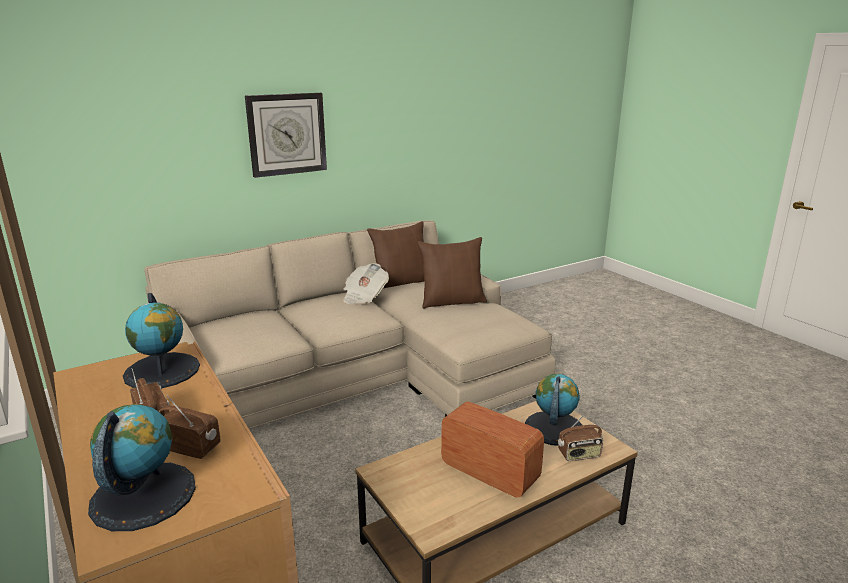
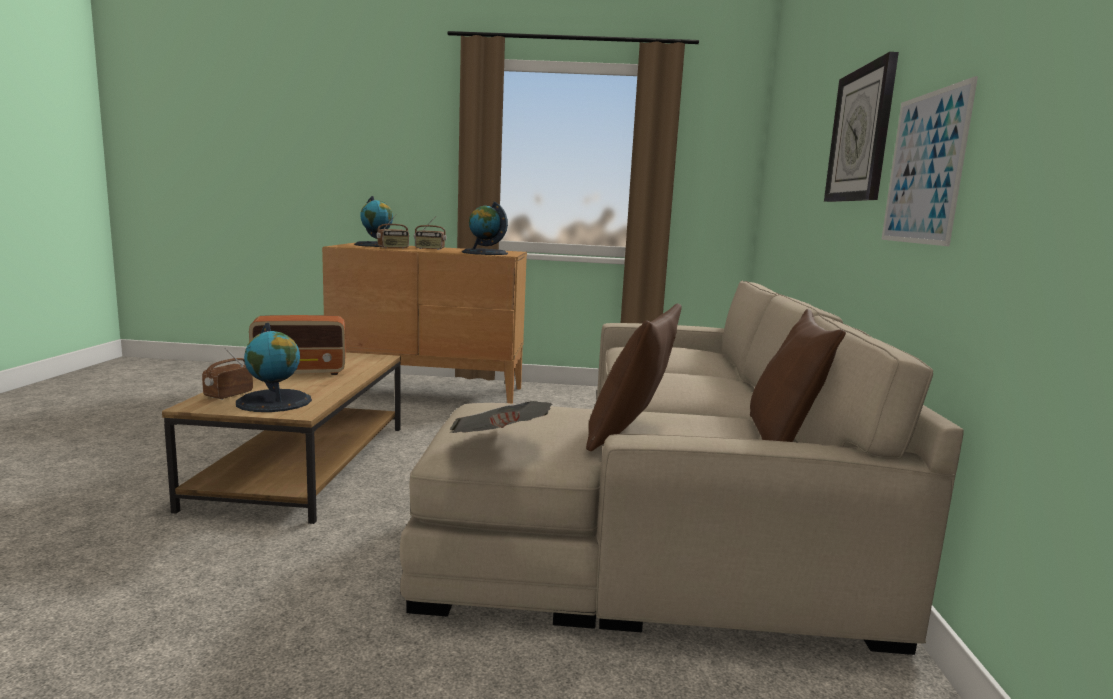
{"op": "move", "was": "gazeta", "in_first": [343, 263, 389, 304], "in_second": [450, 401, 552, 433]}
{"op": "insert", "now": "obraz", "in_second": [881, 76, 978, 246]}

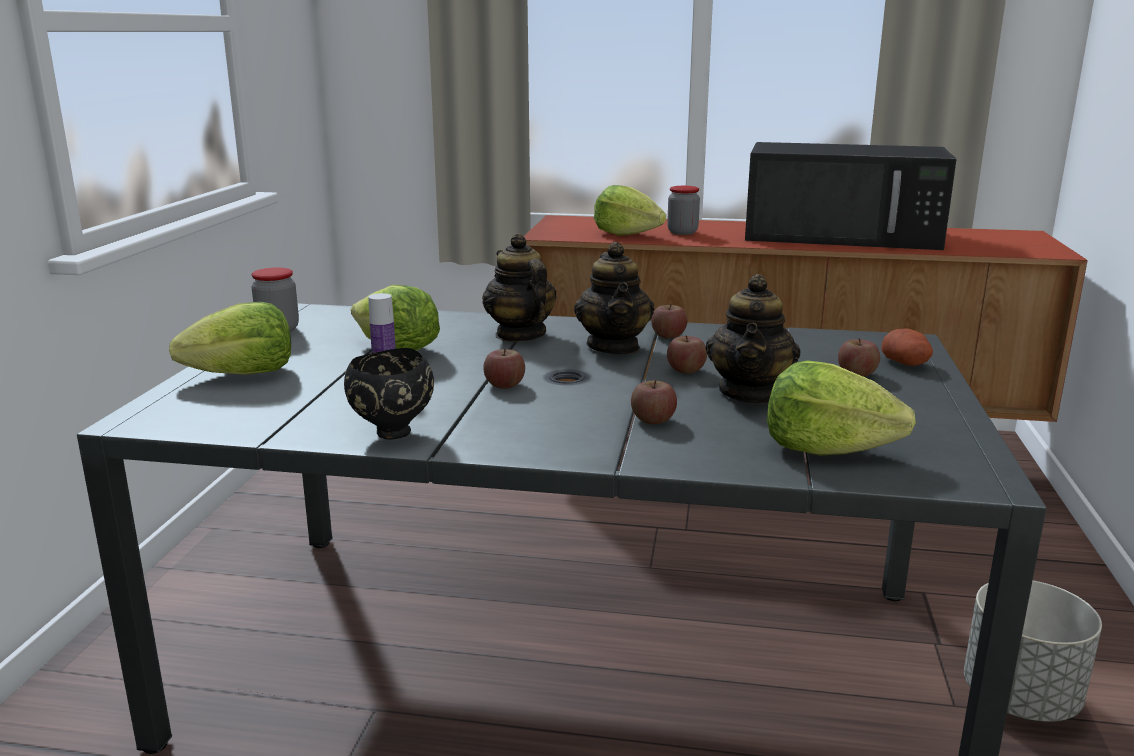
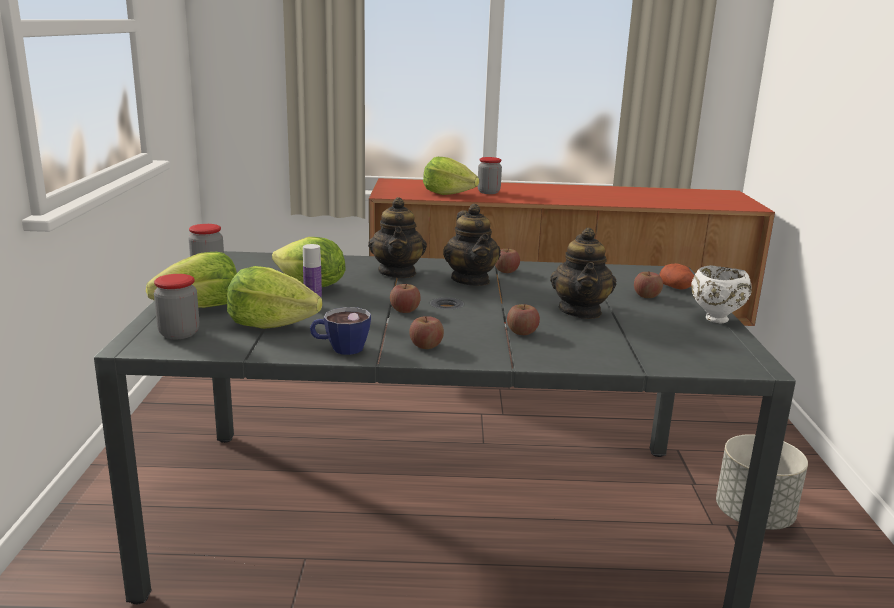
{"op": "insert", "now": "słoik", "in_second": [154, 274, 199, 339]}
{"op": "move", "was": "sałata", "in_first": [767, 360, 916, 456], "in_second": [227, 266, 322, 329]}
{"op": "replace", "was": "miska (czarny)", "now": "filiżanka", "in_first": [344, 348, 434, 440], "in_second": [310, 307, 371, 355]}
{"op": "rotate", "was": "imbryk", "in_first": [482, 233, 557, 342], "in_second": [368, 197, 427, 278], "clockwise": -150}
{"op": "move", "was": "jabłko", "in_first": [667, 335, 707, 374], "in_second": [409, 316, 444, 349]}
{"op": "insert", "now": "miska (biały)", "in_second": [691, 265, 752, 323]}
{"op": "delete", "was": "mikrofalówka (czarny)", "in_first": [745, 142, 956, 250]}

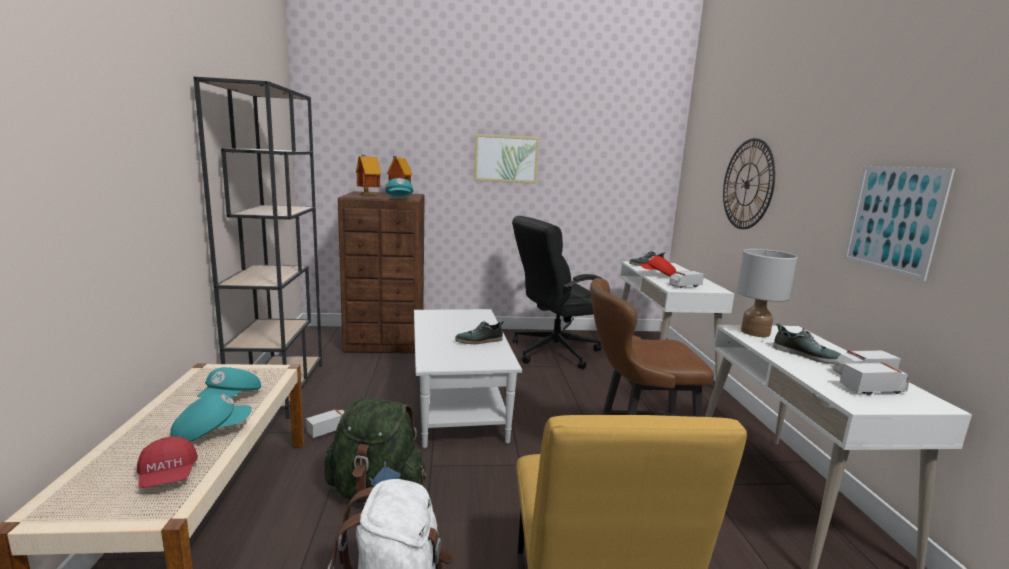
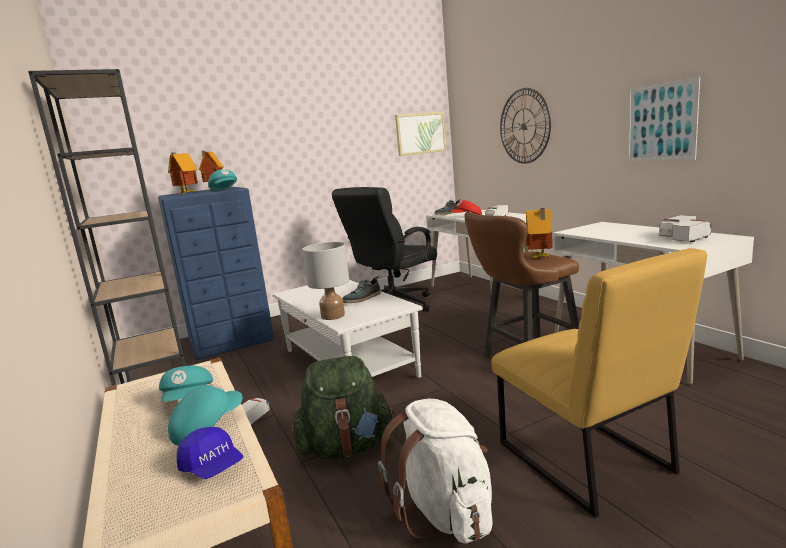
{"op": "recolor", "was": "komoda (brązowy)", "now": "komoda (niebieski)", "in_first": [338, 191, 425, 353], "in_second": [158, 187, 274, 360]}
{"op": "recolor", "was": "czapka z daszkiem (czerwony)", "now": "czapka z daszkiem (niebieski)", "in_first": [137, 436, 198, 488], "in_second": [177, 427, 244, 479]}
{"op": "move", "was": "lampa stołowa (szary)", "in_first": [737, 249, 798, 337], "in_second": [302, 242, 349, 320]}
{"op": "move", "was": "obraz", "in_first": [474, 134, 539, 184], "in_second": [395, 112, 446, 156]}
{"op": "insert", "now": "domek", "in_second": [526, 208, 553, 258]}
{"op": "delete", "was": "but", "in_first": [773, 323, 841, 364]}

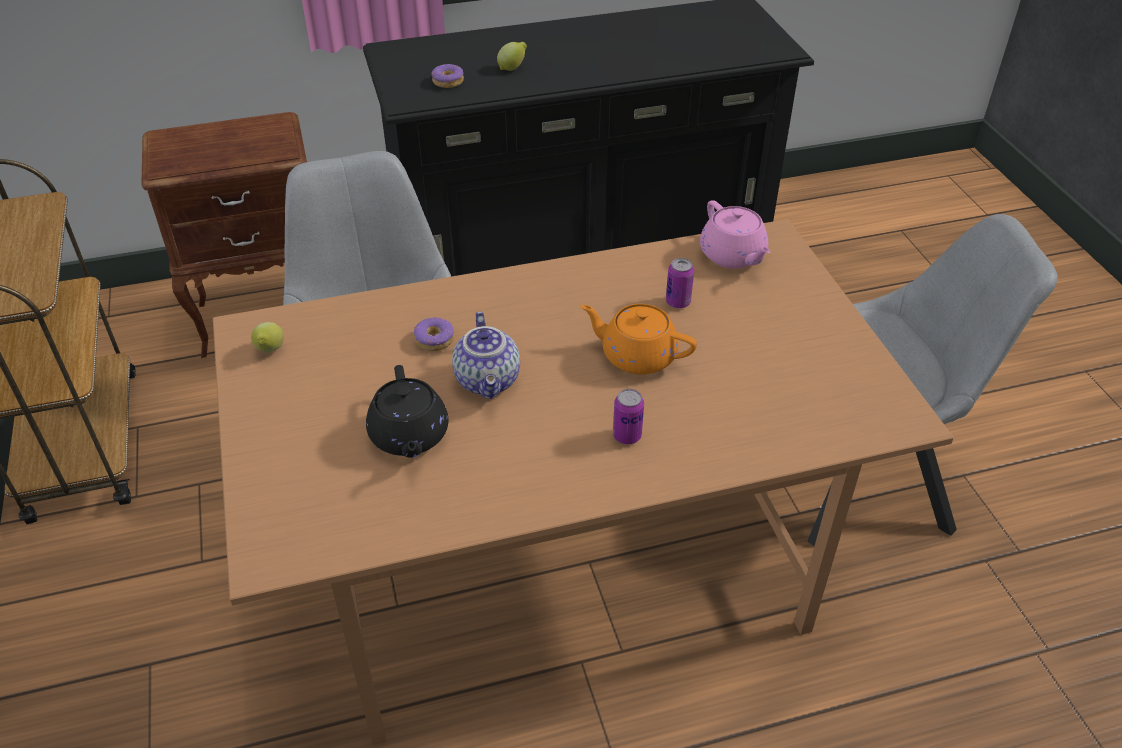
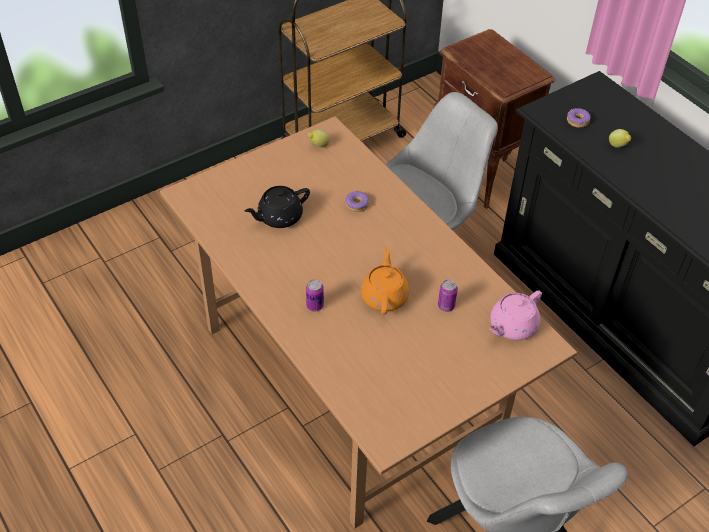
{"op": "delete", "was": "imbryk", "in_first": [452, 312, 520, 399]}

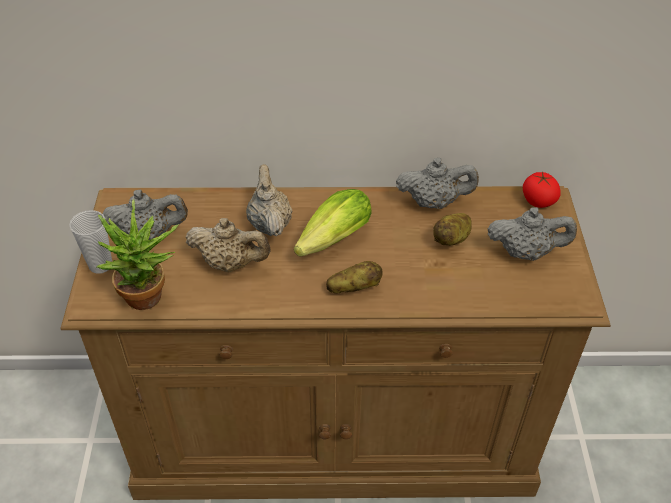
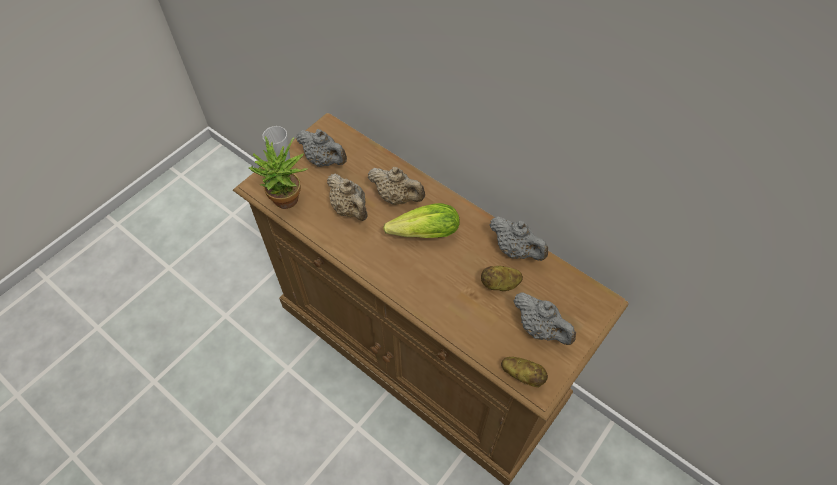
{"op": "rotate", "was": "imbryk (beżowy)", "in_first": [246, 164, 292, 236], "in_second": [368, 167, 425, 205], "clockwise": 90}
{"op": "move", "was": "ziemniak", "in_first": [326, 261, 383, 294], "in_second": [501, 357, 548, 387]}
{"op": "delete", "was": "pomidor", "in_first": [523, 172, 561, 208]}

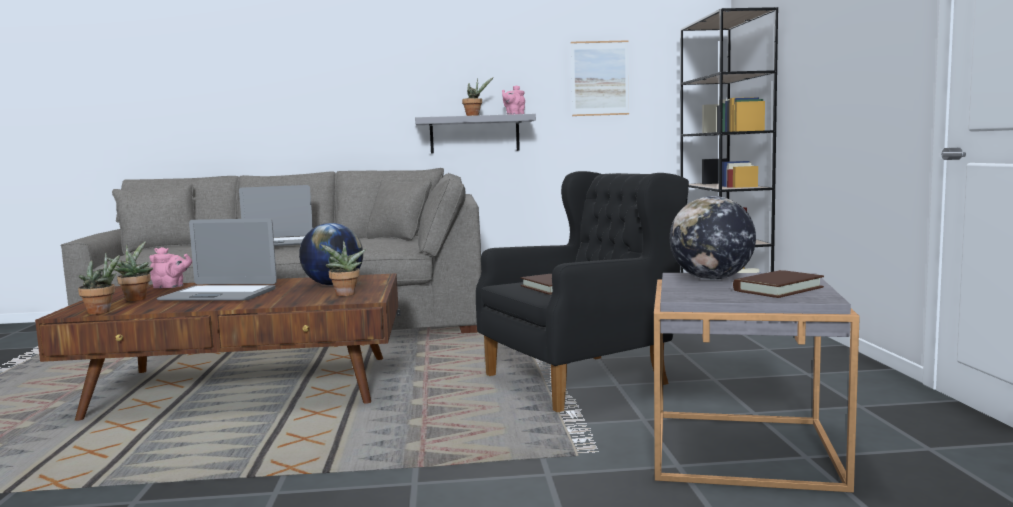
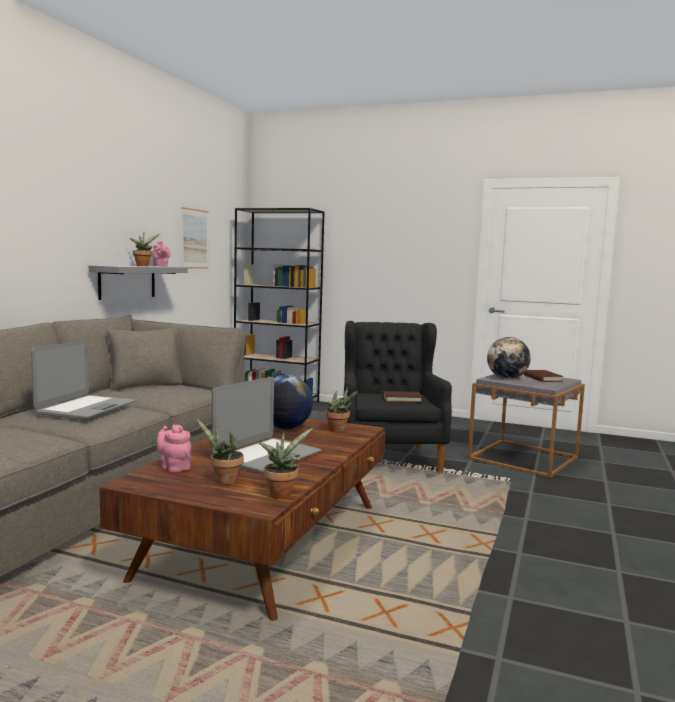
{"op": "rotate", "was": "imbryk (różowy)", "in_first": [150, 247, 192, 288], "in_second": [157, 424, 192, 472], "clockwise": -75}

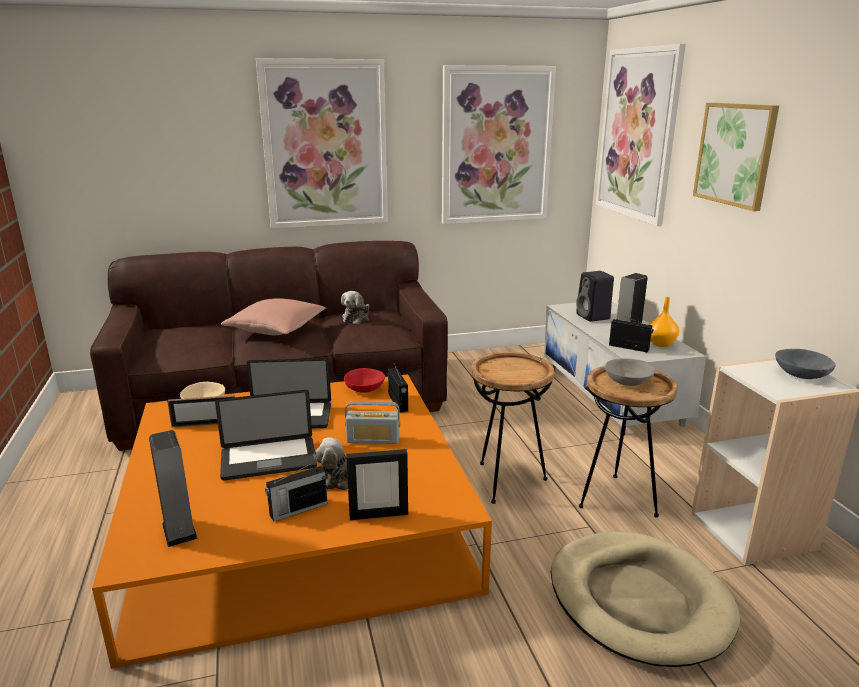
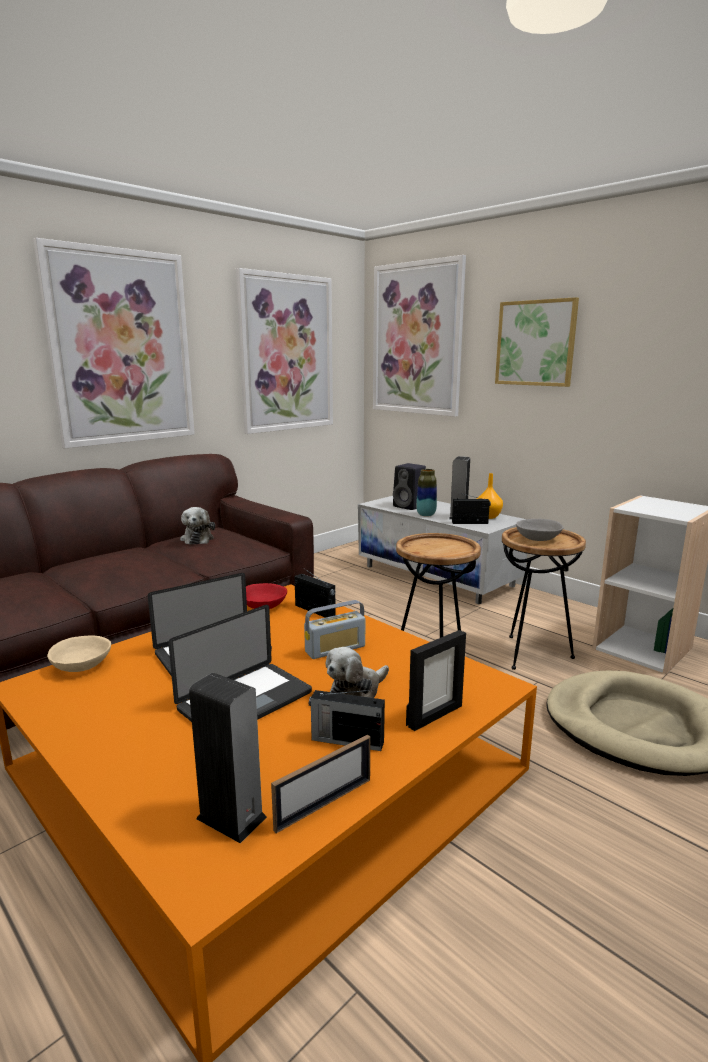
{"op": "move", "was": "ramka na zdjęcie", "in_first": [167, 395, 235, 427], "in_second": [271, 734, 370, 833]}
{"op": "rotate", "was": "radio", "in_first": [265, 462, 327, 522], "in_second": [309, 690, 385, 751], "clockwise": 75}
{"op": "insert", "now": "wazon", "in_second": [416, 469, 437, 516]}
{"op": "delete", "was": "poduszka (różowy)", "in_first": [221, 298, 326, 335]}
{"op": "delete", "was": "miska (szary)", "in_first": [775, 349, 836, 379]}

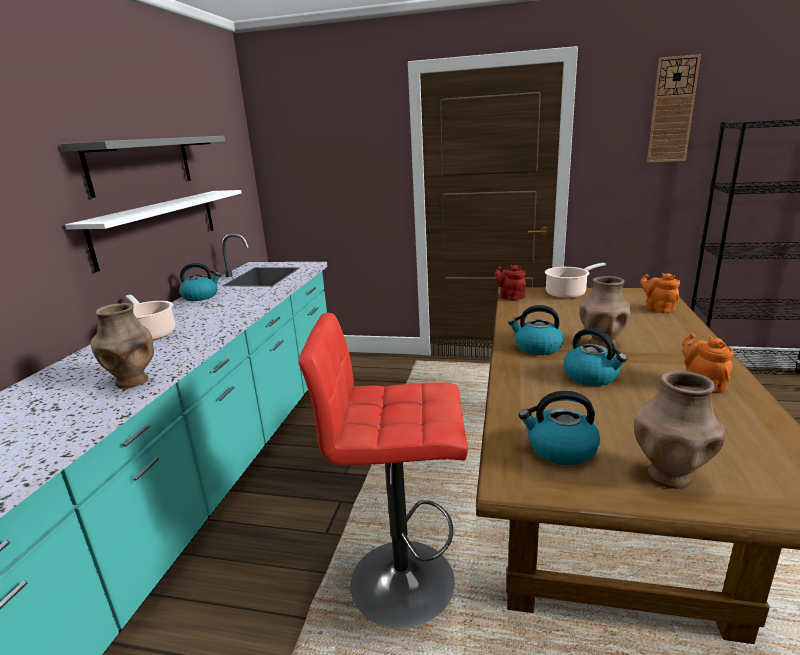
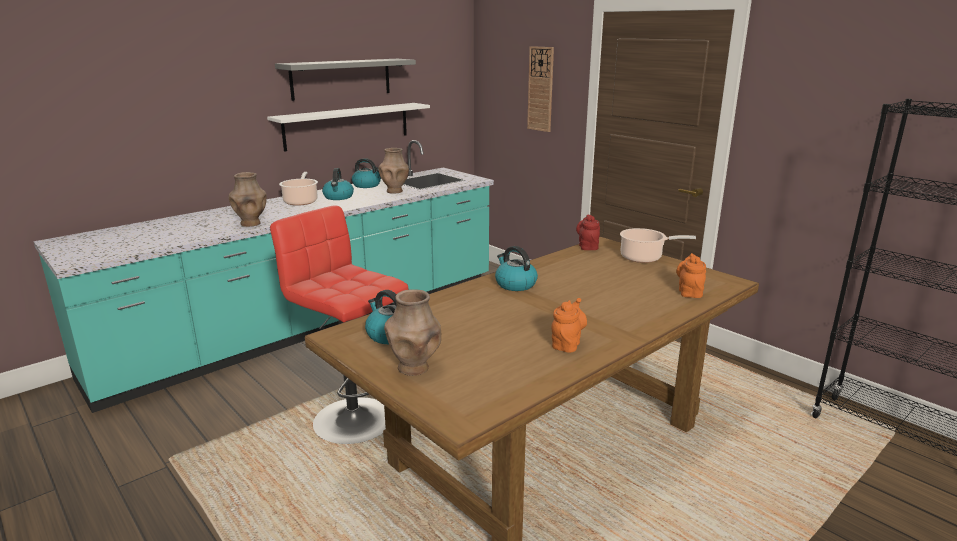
{"op": "move", "was": "czajnik", "in_first": [564, 328, 627, 386], "in_second": [322, 168, 354, 200]}
{"op": "move", "was": "wazon (brązowy)", "in_first": [579, 276, 631, 349], "in_second": [379, 148, 409, 194]}
{"op": "move", "was": "zegar ścienny", "in_first": [647, 54, 701, 163], "in_second": [527, 46, 554, 132]}

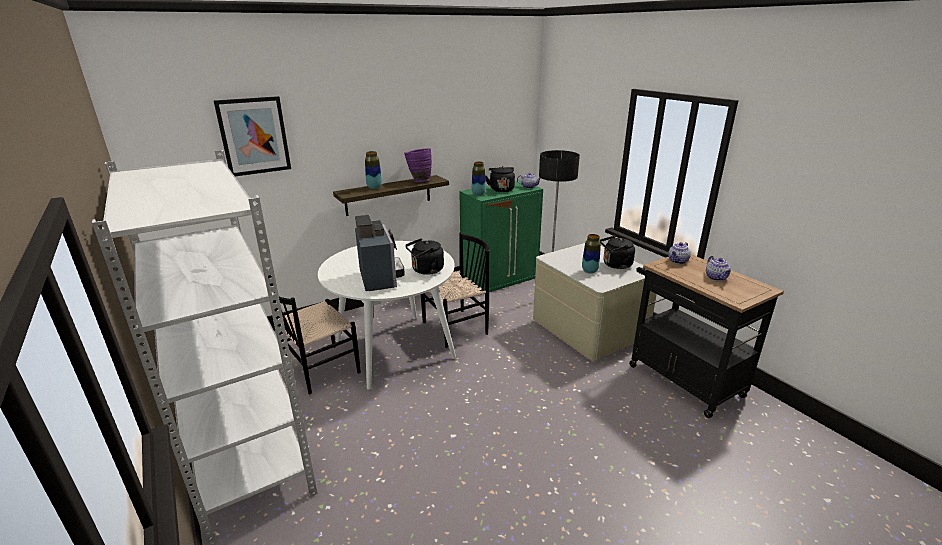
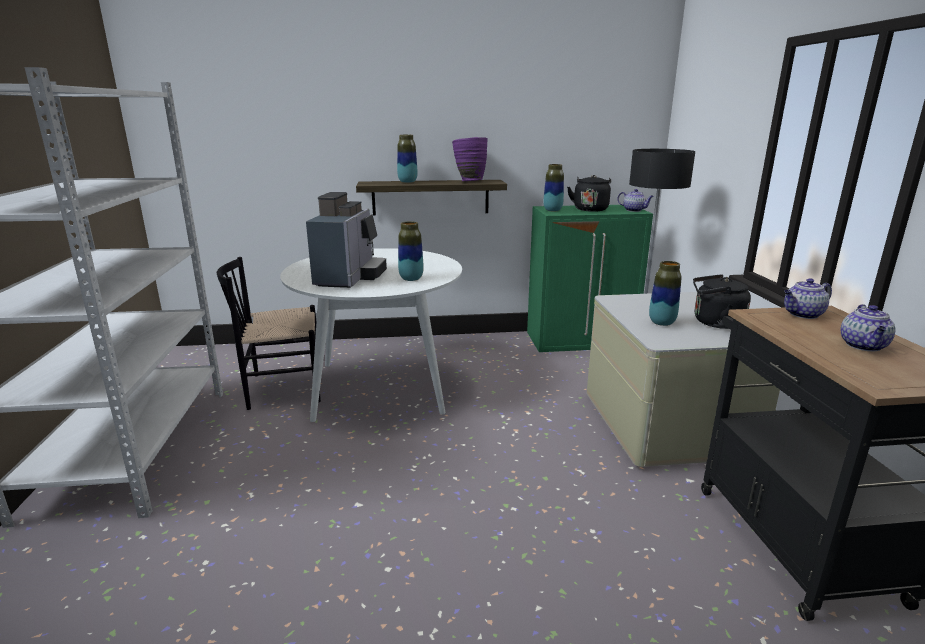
{"op": "replace", "was": "czajnik (czarny)", "now": "wazon", "in_first": [405, 238, 444, 275], "in_second": [398, 221, 424, 281]}
{"op": "delete", "was": "obraz", "in_first": [213, 96, 291, 176]}
{"op": "delete", "was": "krzesło (czarny)", "in_first": [421, 232, 489, 348]}

